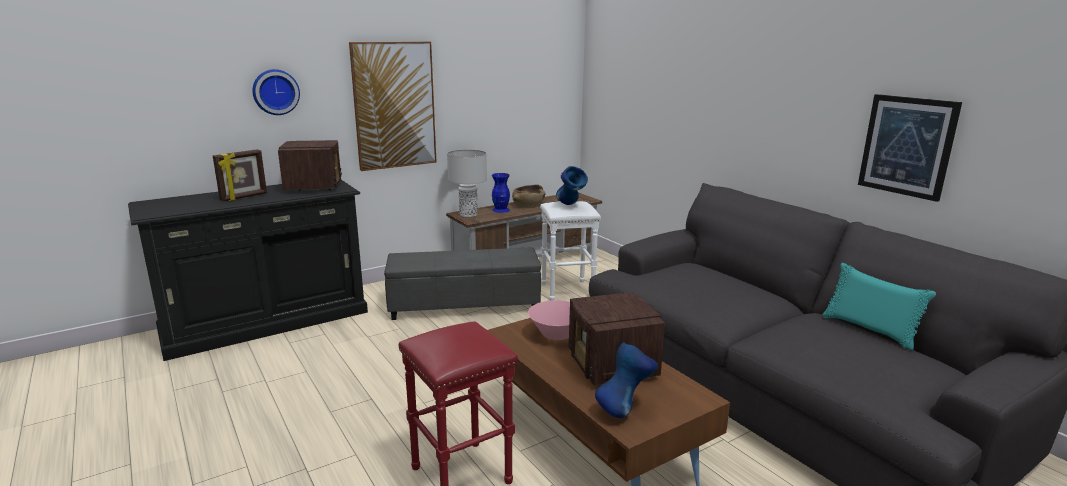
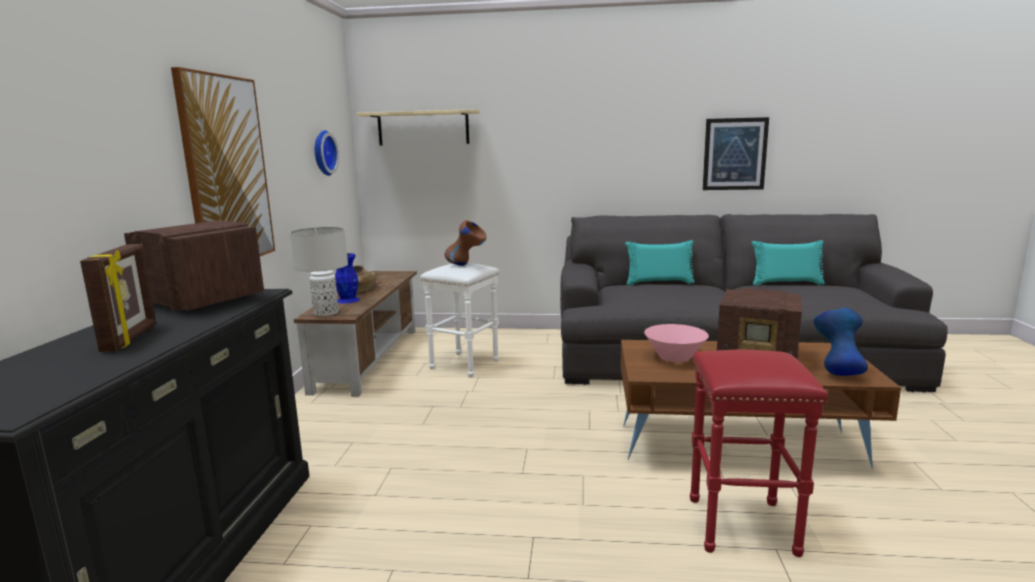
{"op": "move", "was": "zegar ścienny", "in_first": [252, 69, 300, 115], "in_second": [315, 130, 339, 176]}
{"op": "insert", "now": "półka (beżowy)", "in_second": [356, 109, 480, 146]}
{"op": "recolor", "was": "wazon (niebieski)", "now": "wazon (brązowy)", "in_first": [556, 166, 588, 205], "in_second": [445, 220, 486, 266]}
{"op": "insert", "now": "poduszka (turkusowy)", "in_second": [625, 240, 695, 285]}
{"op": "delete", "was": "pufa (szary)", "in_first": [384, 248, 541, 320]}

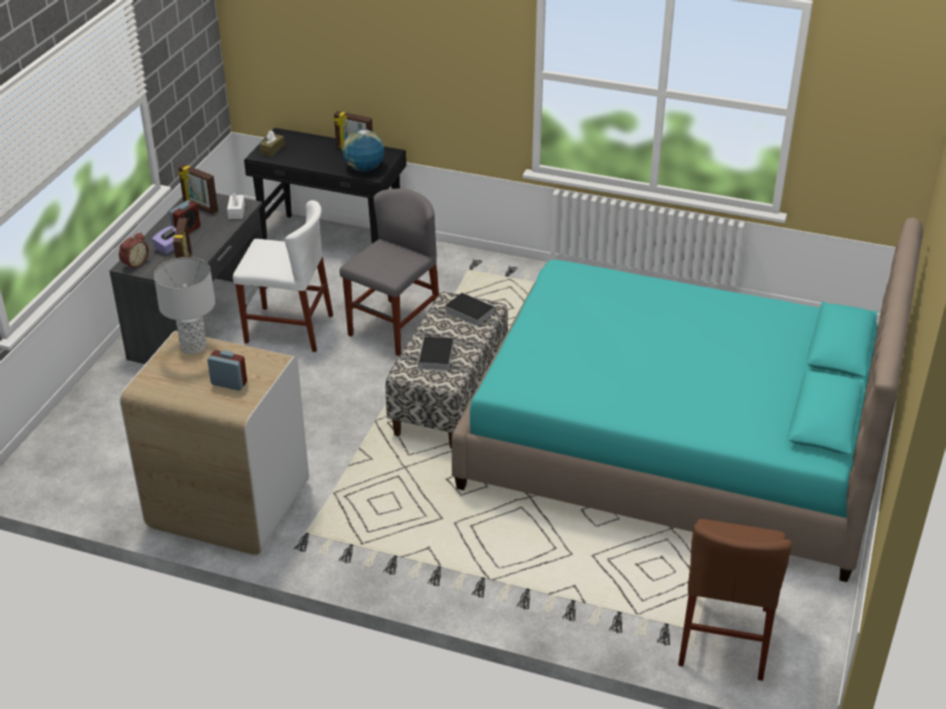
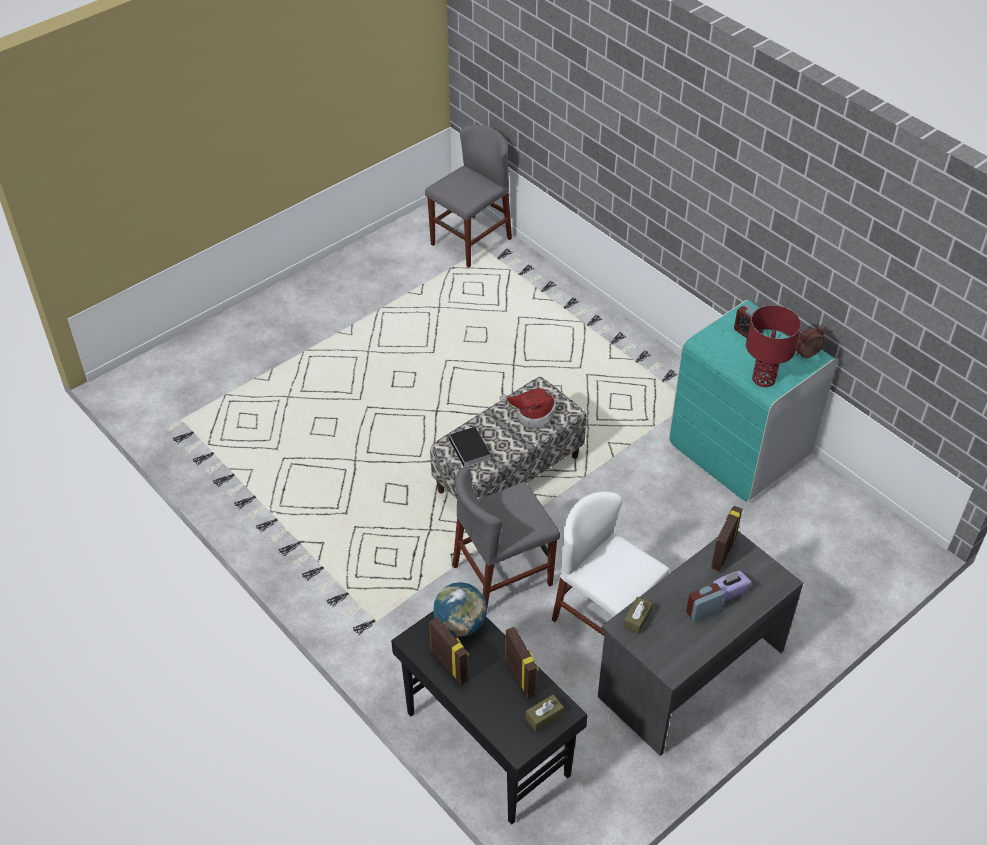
{"op": "recolor", "was": "krzesło (brązowy)", "now": "krzesło (szary)", "in_first": [678, 519, 792, 681], "in_second": [425, 125, 512, 267]}
{"op": "replace", "was": "książka", "now": "kapelusz", "in_first": [418, 337, 454, 370], "in_second": [500, 388, 556, 429]}
{"op": "move", "was": "ramka na zdjęcie", "in_first": [178, 164, 218, 214], "in_second": [505, 627, 539, 698]}
{"op": "recolor", "was": "pudełko chusteczek (biały)", "now": "pudełko chusteczek (brązowy)", "in_first": [227, 192, 245, 219], "in_second": [623, 597, 653, 634]}
{"op": "recolor", "was": "komoda (beżowy)", "now": "komoda (turkusowy)", "in_first": [120, 331, 309, 555], "in_second": [669, 300, 837, 502]}
{"op": "recolor", "was": "lampa stołowa (biały)", "now": "lampa stołowa (czerwony)", "in_first": [154, 257, 215, 354], "in_second": [746, 305, 801, 387]}
{"op": "move", "was": "budzik", "in_first": [119, 233, 149, 270], "in_second": [796, 327, 825, 358]}
{"op": "delete", "was": "łóżko (turkusowy)", "in_first": [452, 217, 923, 582]}

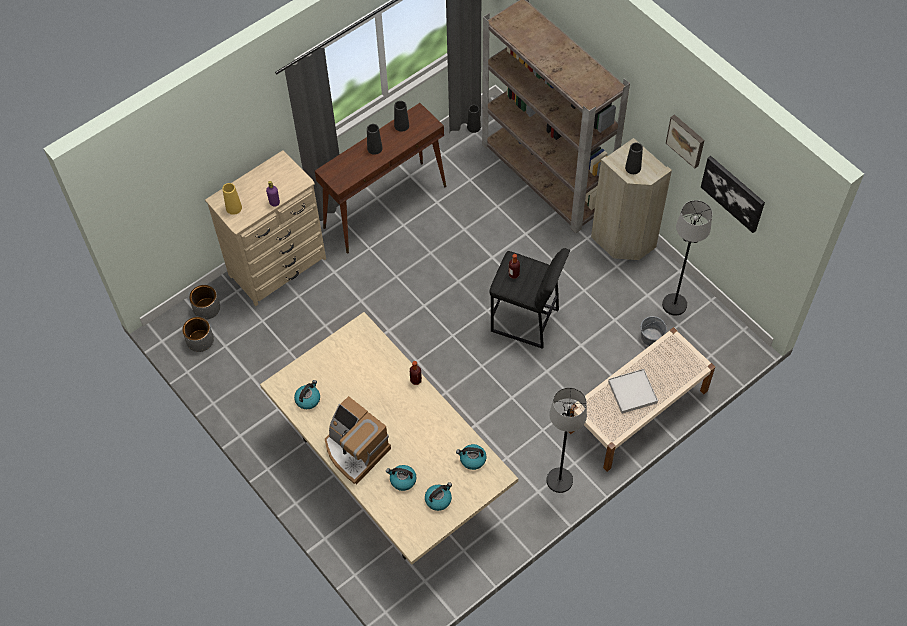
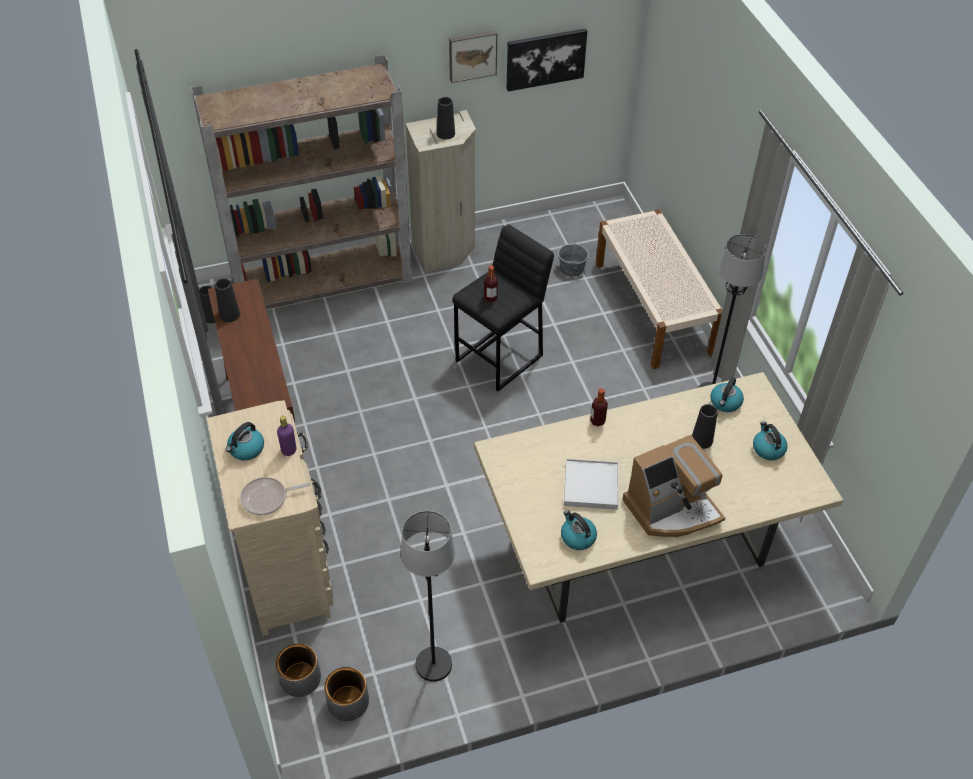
{"op": "move", "was": "czajnik", "in_first": [386, 465, 417, 491], "in_second": [226, 422, 264, 460]}
{"op": "replace", "was": "wazon (żółty)", "now": "patelnia", "in_first": [222, 183, 242, 215], "in_second": [240, 477, 310, 515]}
{"op": "move", "was": "lampa stojąca (czarny)", "in_first": [662, 200, 712, 316], "in_second": [401, 511, 455, 682]}
{"op": "move", "was": "taca (biały)", "in_first": [608, 369, 658, 414], "in_second": [564, 459, 618, 510]}
{"op": "move", "was": "wazon (czarny)", "in_first": [367, 124, 383, 155], "in_second": [692, 404, 718, 449]}

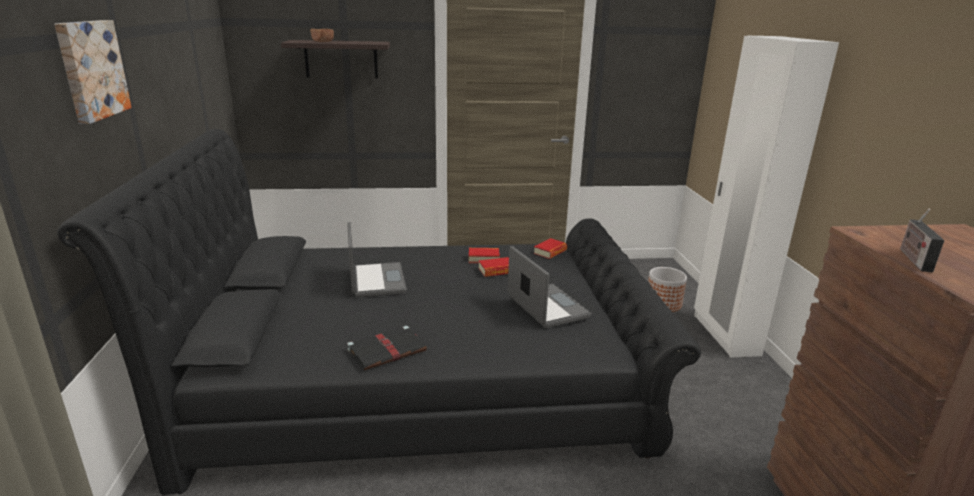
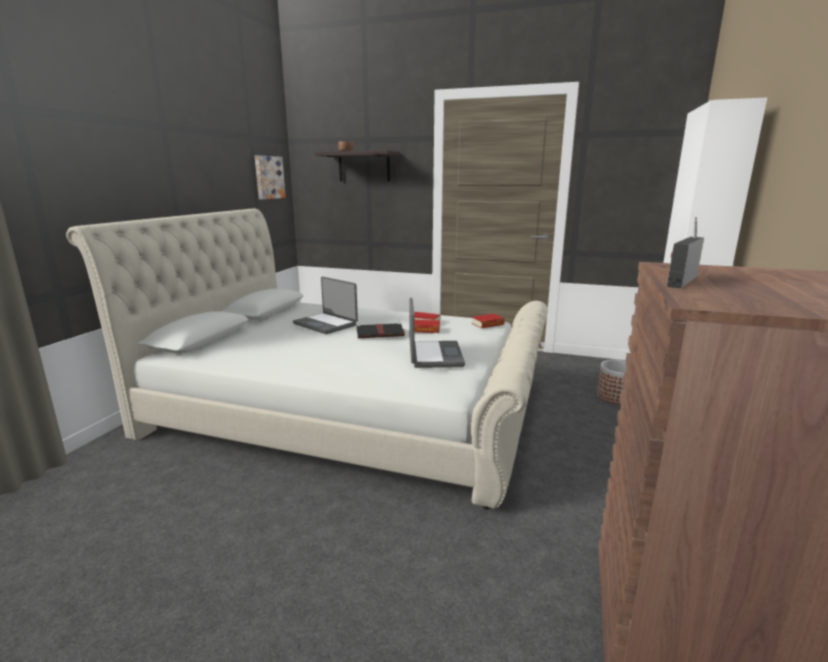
{"op": "recolor", "was": "łóżko (czarny)", "now": "łóżko (beżowy)", "in_first": [57, 129, 701, 495], "in_second": [66, 209, 548, 509]}
{"op": "move", "was": "obraz", "in_first": [54, 20, 132, 124], "in_second": [255, 155, 286, 200]}
{"op": "rotate", "was": "laptop", "in_first": [348, 222, 407, 297], "in_second": [293, 277, 358, 334], "clockwise": 120}
{"op": "move", "was": "książka (czarny)", "in_first": [347, 326, 427, 370], "in_second": [356, 323, 405, 338]}

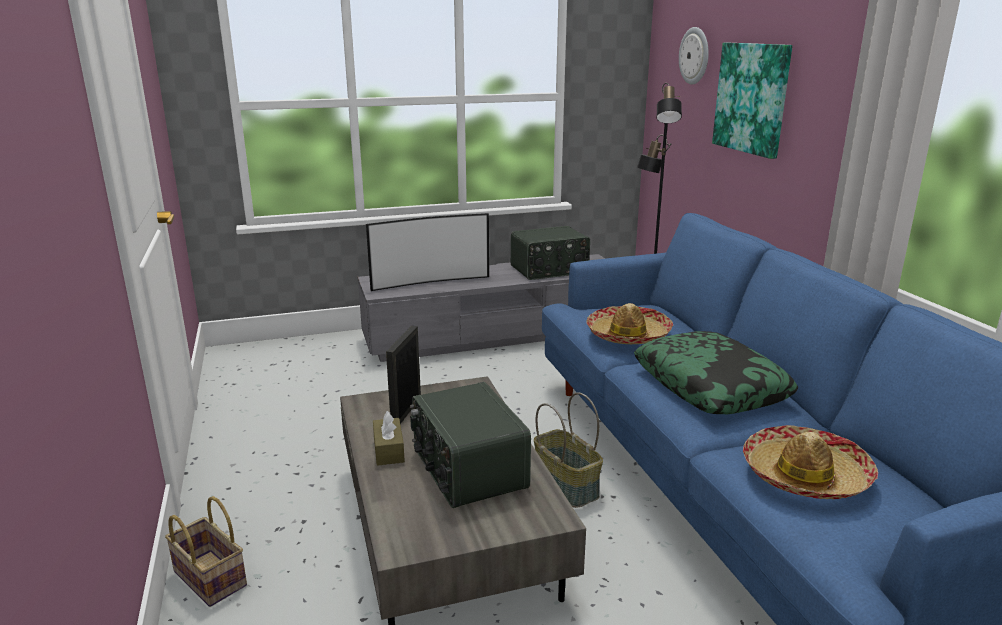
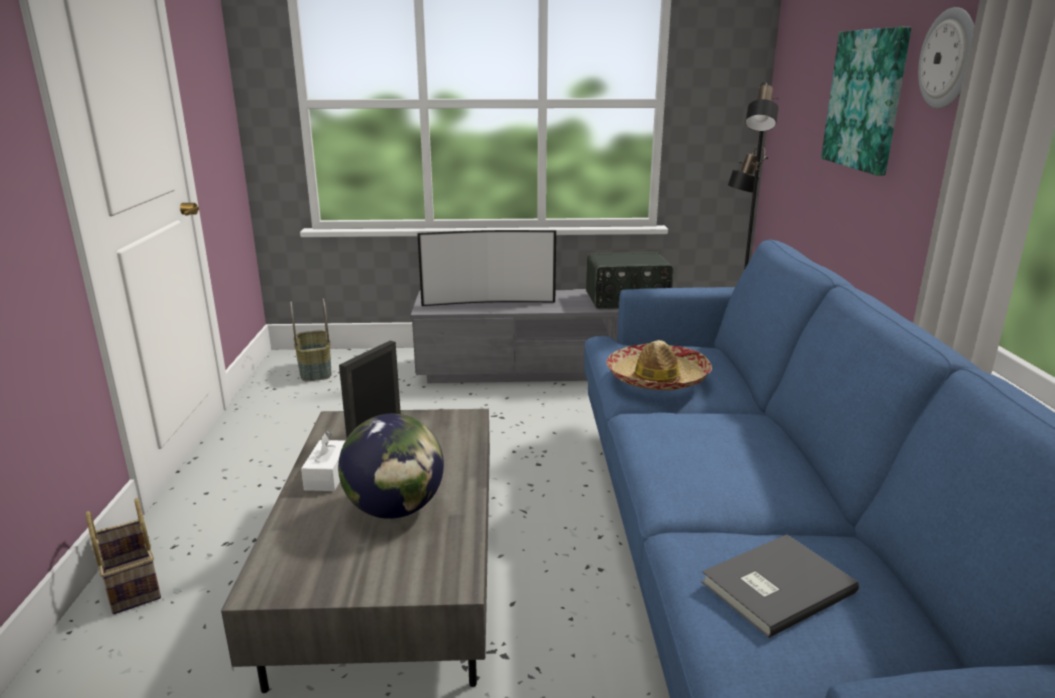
{"op": "move", "was": "koszyk", "in_first": [534, 393, 603, 508], "in_second": [290, 299, 332, 381]}
{"op": "recolor", "was": "pudełko chusteczek (brązowy)", "now": "pudełko chusteczek (biały)", "in_first": [373, 411, 405, 466], "in_second": [301, 431, 345, 491]}
{"op": "replace", "was": "radio", "now": "globus", "in_first": [410, 382, 531, 508], "in_second": [338, 413, 444, 519]}
{"op": "replace", "was": "kapelusz", "now": "książka (szary)", "in_first": [743, 425, 878, 499], "in_second": [701, 535, 859, 638]}
{"op": "move", "was": "zegar ścienny", "in_first": [679, 27, 709, 84], "in_second": [918, 7, 974, 109]}
{"op": "delete", "was": "poduszka", "in_first": [634, 331, 798, 414]}

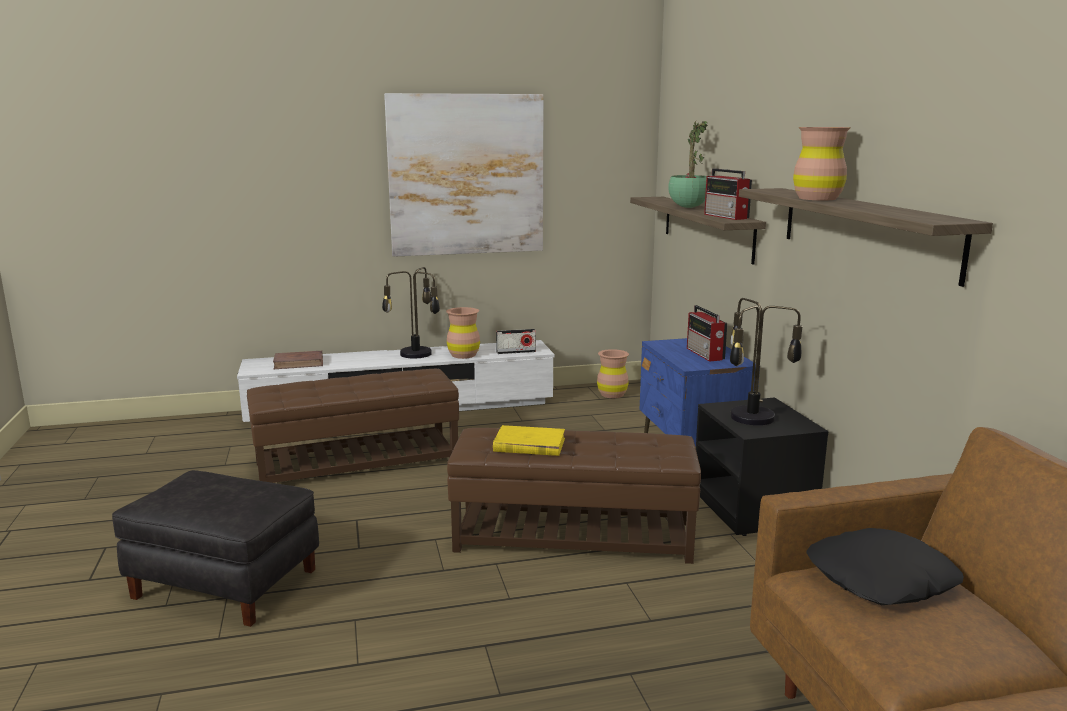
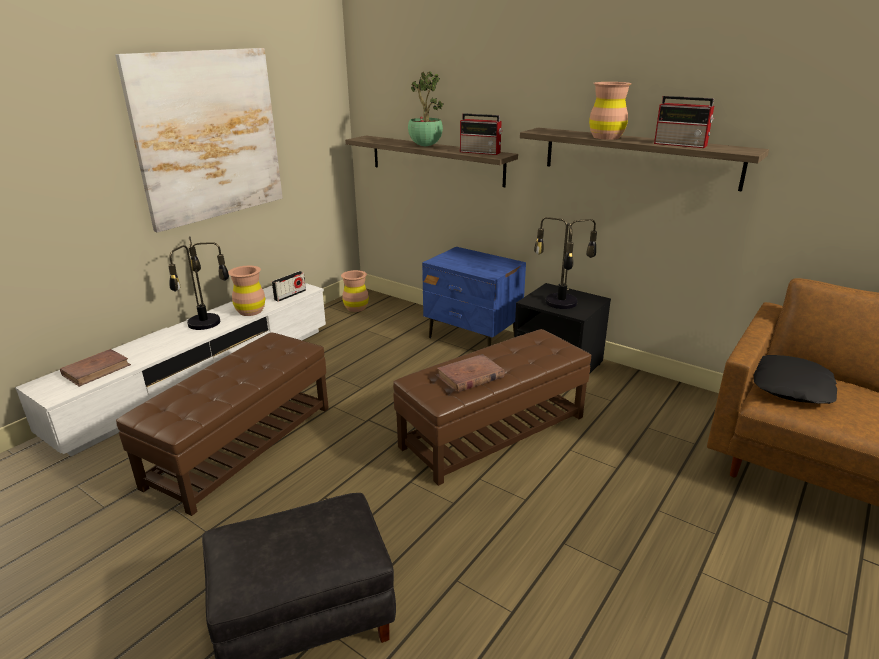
{"op": "recolor", "was": "książka (żółty)", "now": "książka (brązowy)", "in_first": [493, 425, 565, 456], "in_second": [436, 354, 505, 393]}
{"op": "move", "was": "radio", "in_first": [687, 305, 727, 362], "in_second": [654, 96, 715, 148]}

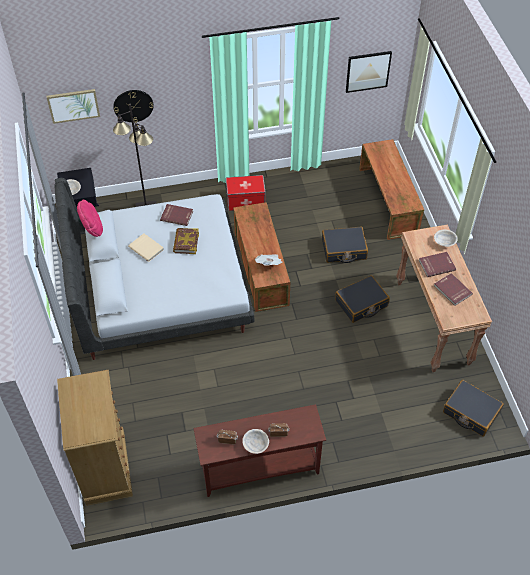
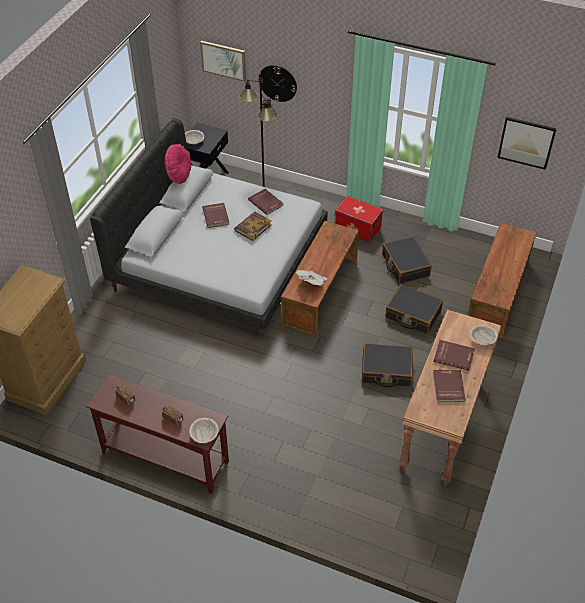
{"op": "move", "was": "miska (beżowy)", "in_first": [243, 429, 269, 454], "in_second": [189, 418, 218, 443]}
{"op": "recolor", "was": "książka (beżowy)", "now": "książka (czerwony)", "in_first": [128, 233, 164, 262], "in_second": [202, 203, 230, 228]}
{"op": "move", "was": "walizka (czarny)", "in_first": [443, 380, 504, 437], "in_second": [382, 236, 432, 284]}

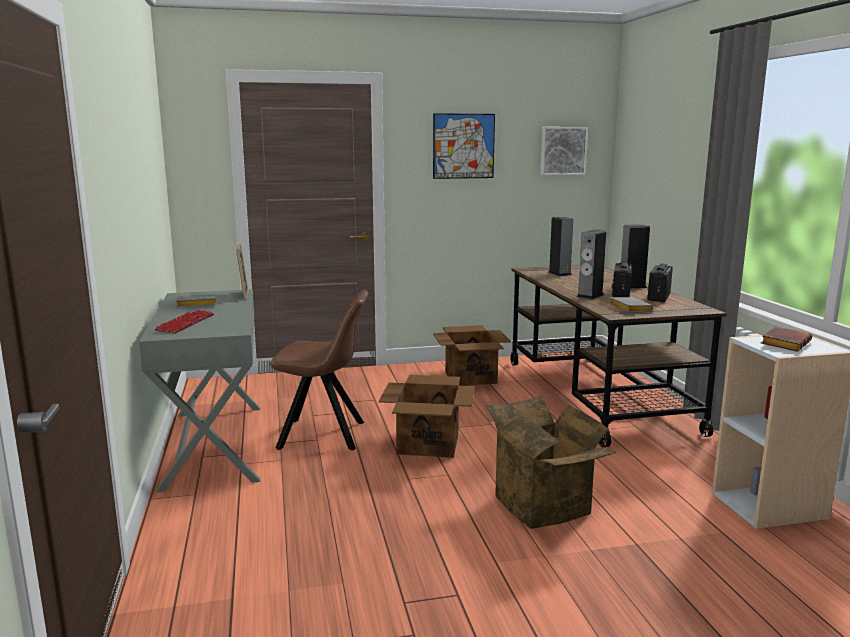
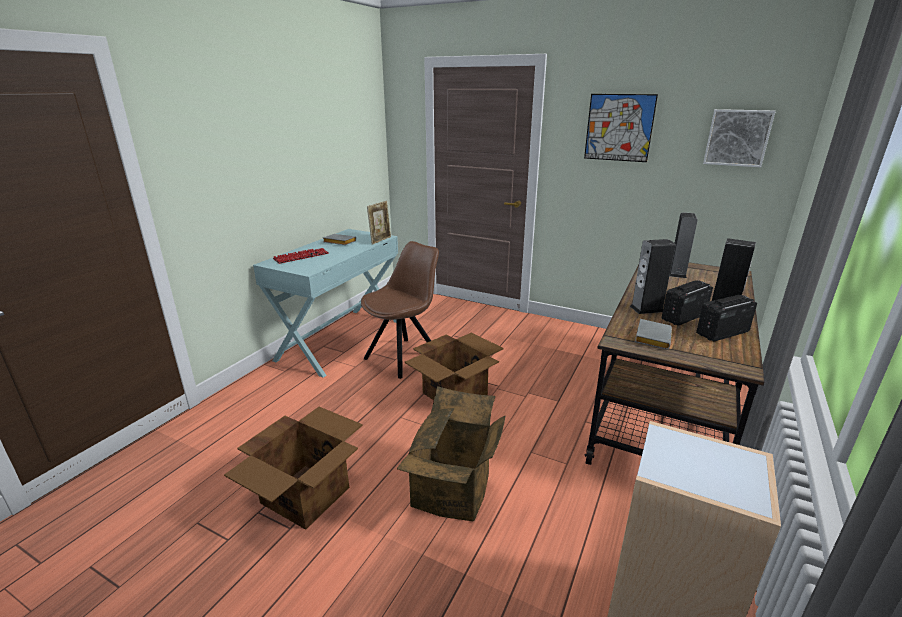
{"op": "move", "was": "karton", "in_first": [433, 325, 511, 386], "in_second": [224, 407, 363, 530]}
{"op": "recolor", "was": "biurko (szary)", "now": "biurko (turkusowy)", "in_first": [139, 289, 260, 492], "in_second": [253, 229, 398, 378]}
{"op": "rotate", "was": "krzesło (brązowy)", "in_first": [270, 290, 368, 450], "in_second": [361, 241, 439, 379], "clockwise": -90}
{"op": "delete", "was": "książka (brązowy)", "in_first": [761, 326, 812, 352]}

